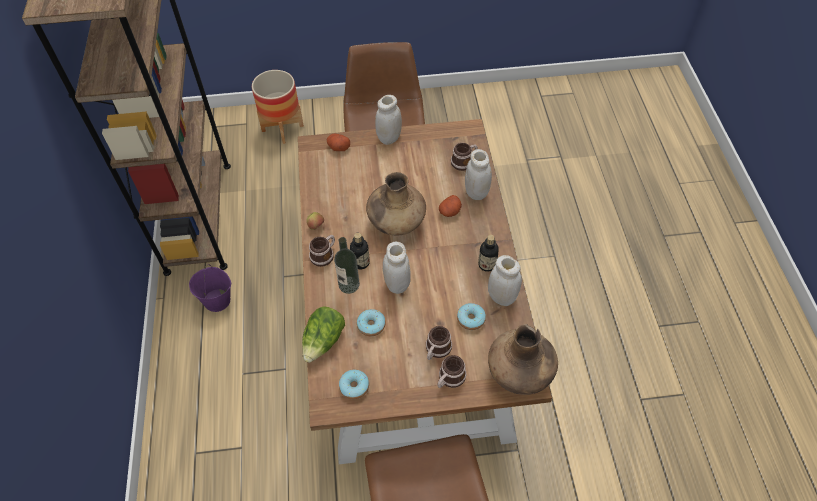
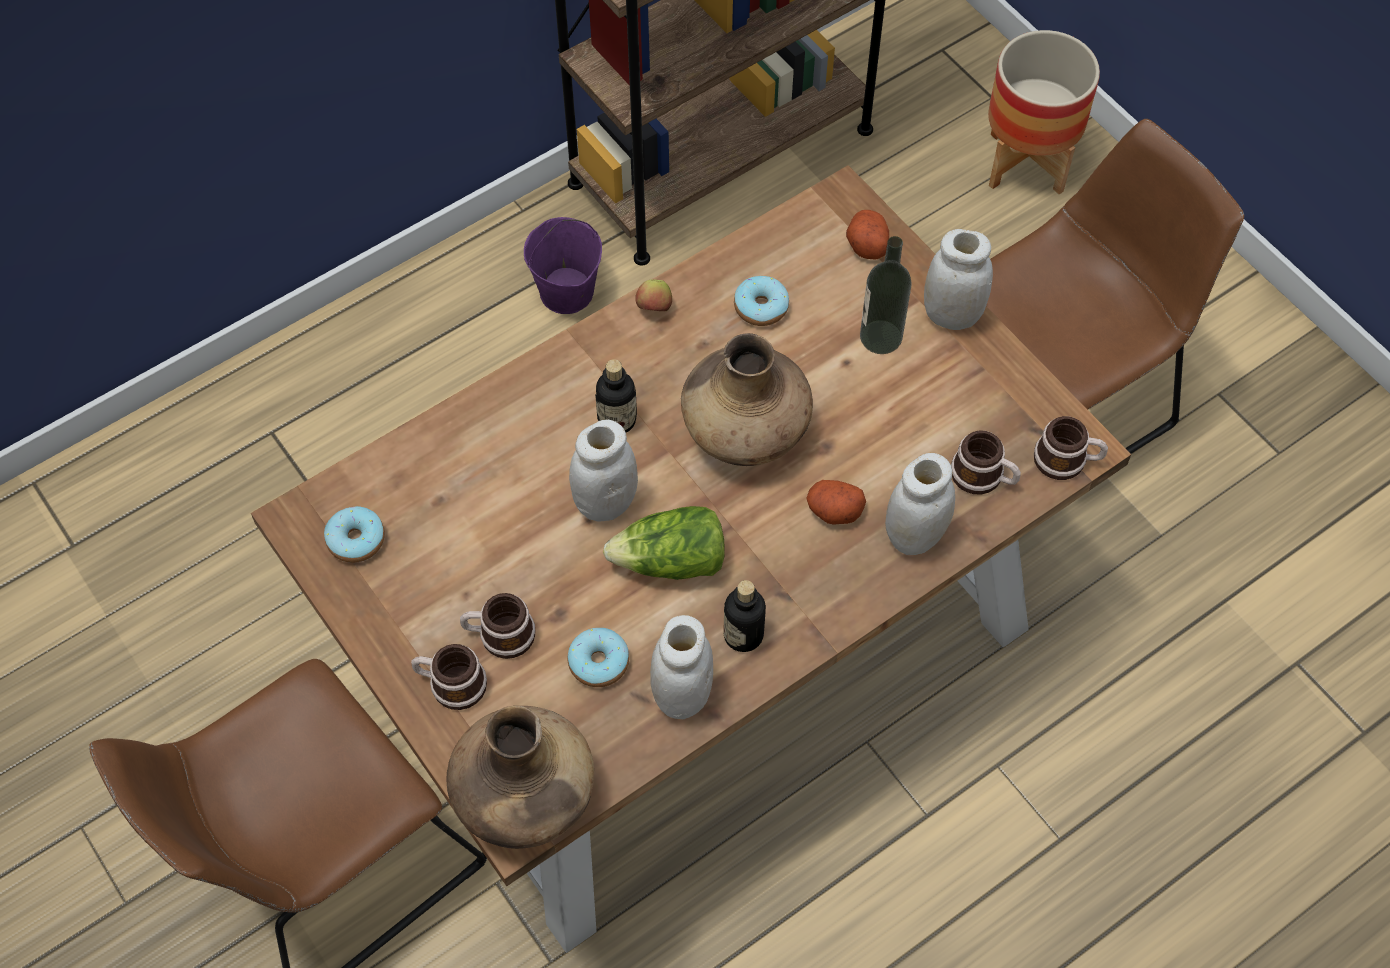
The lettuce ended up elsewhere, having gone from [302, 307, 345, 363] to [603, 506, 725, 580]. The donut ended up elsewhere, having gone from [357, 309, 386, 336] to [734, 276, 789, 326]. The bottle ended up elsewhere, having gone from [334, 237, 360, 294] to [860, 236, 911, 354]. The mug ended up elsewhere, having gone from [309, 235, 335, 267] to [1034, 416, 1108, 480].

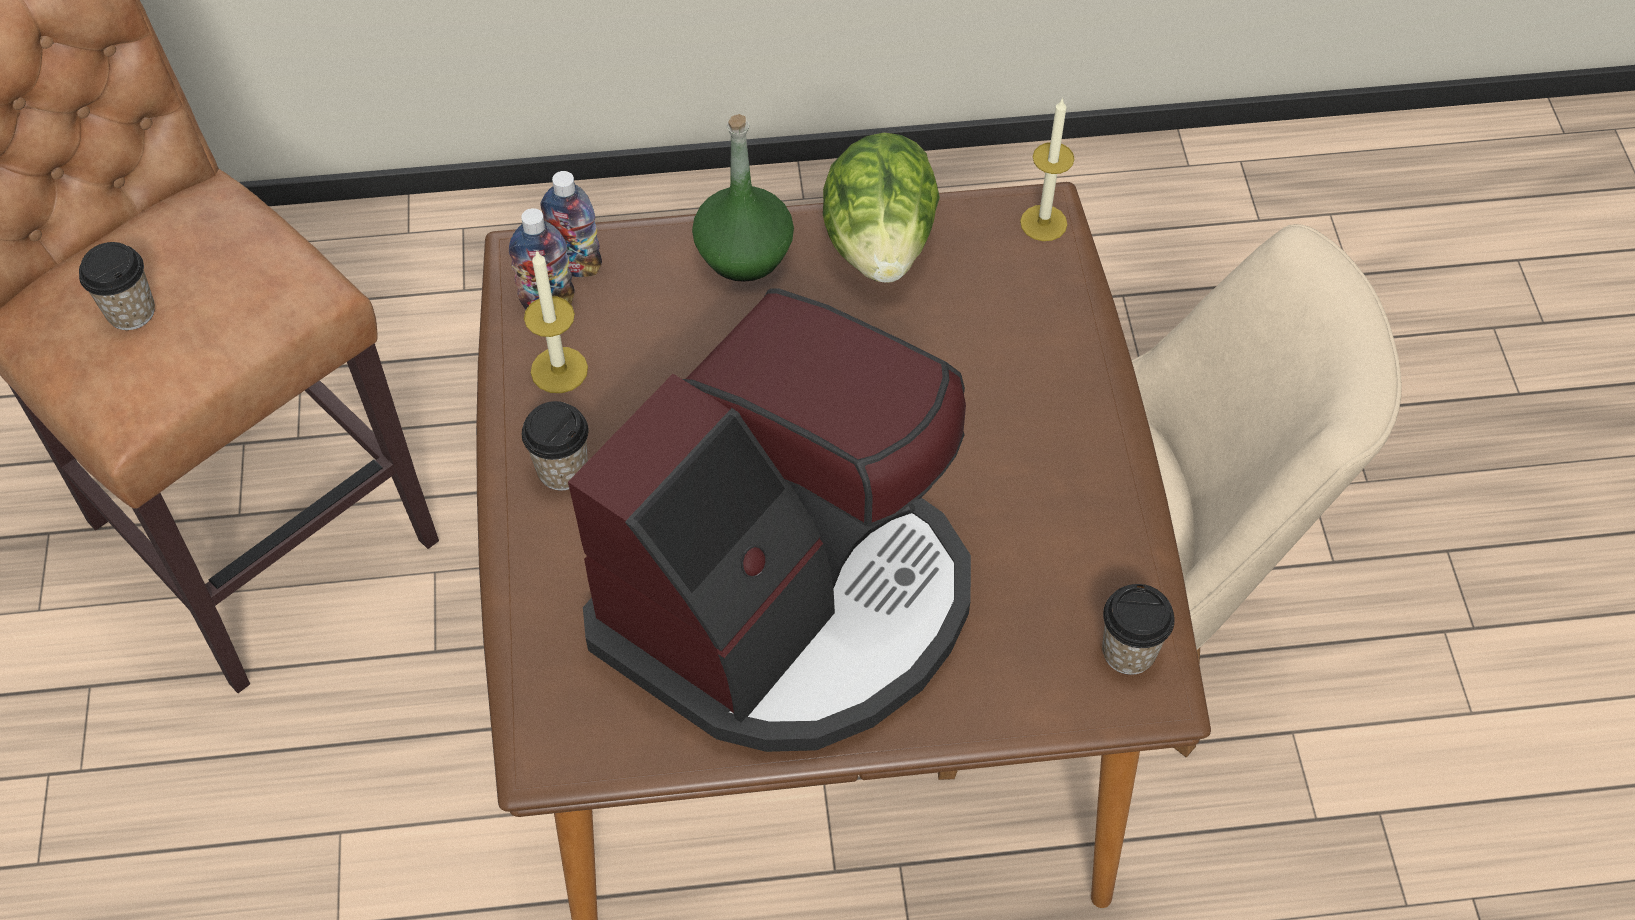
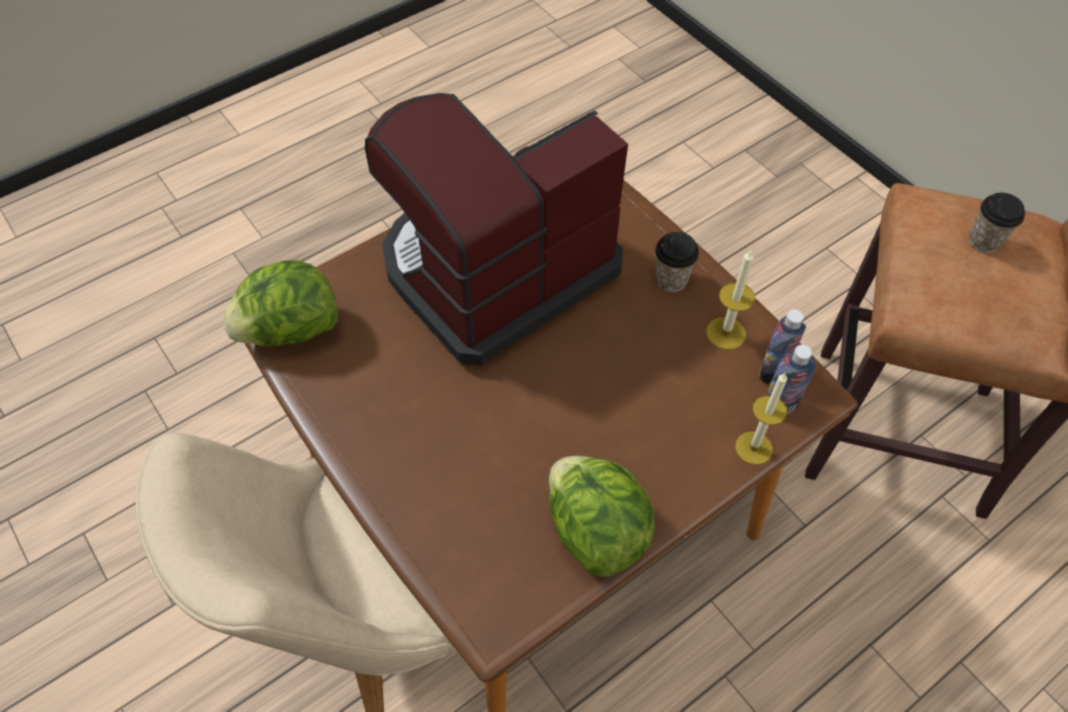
Where the cup stood at [1102, 584, 1175, 675], the lettuce came to stand at [223, 260, 338, 346]. The coffee machine at [568, 289, 971, 752] ended up facing another way, 45 degrees clockwise from before. The candle ended up elsewhere, having gone from [1020, 98, 1074, 241] to [735, 373, 787, 465]. The second view lost the green bottle at [692, 114, 794, 282].

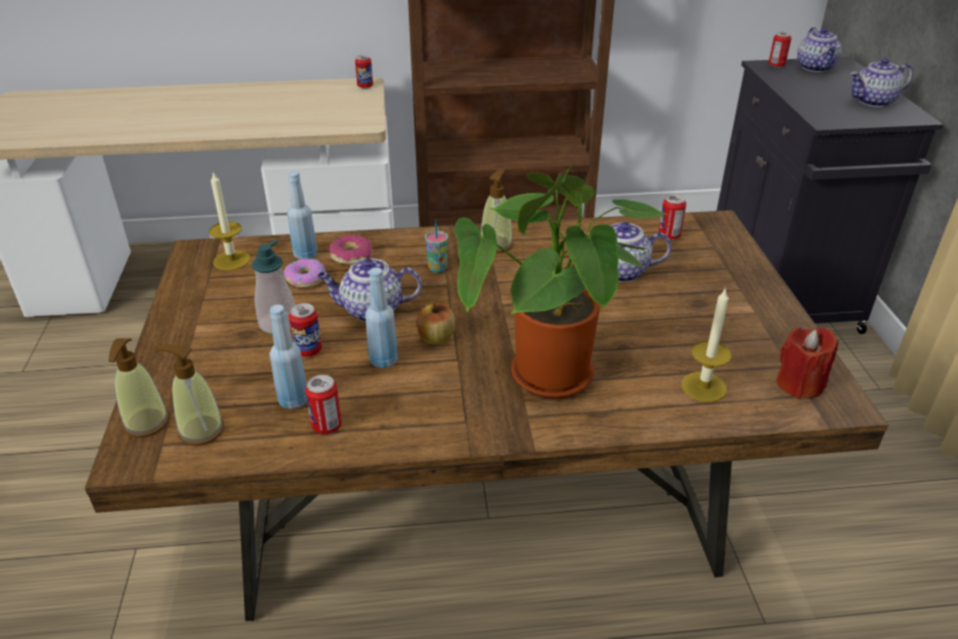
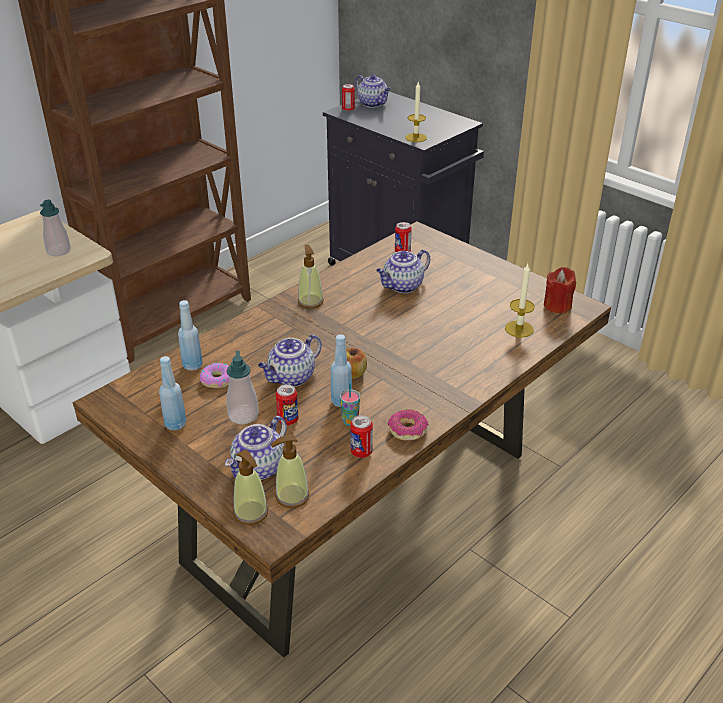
The second view gained the soap dispenser at [40, 200, 71, 256]. The blue bottle ended up elsewhere, having gone from [269, 305, 307, 409] to [159, 356, 187, 430]. The teapot ended up elsewhere, having gone from [850, 58, 913, 107] to [225, 416, 287, 480]. The cup ended up elsewhere, having gone from [425, 220, 448, 273] to [340, 382, 360, 426]. The donut ended up elsewhere, having gone from [329, 235, 372, 265] to [388, 409, 429, 441]. The candle ended up elsewhere, having gone from [209, 172, 250, 271] to [405, 82, 427, 142]. The second view lost the can at [355, 55, 373, 89]. The second view lost the potted plant at [455, 162, 668, 399].

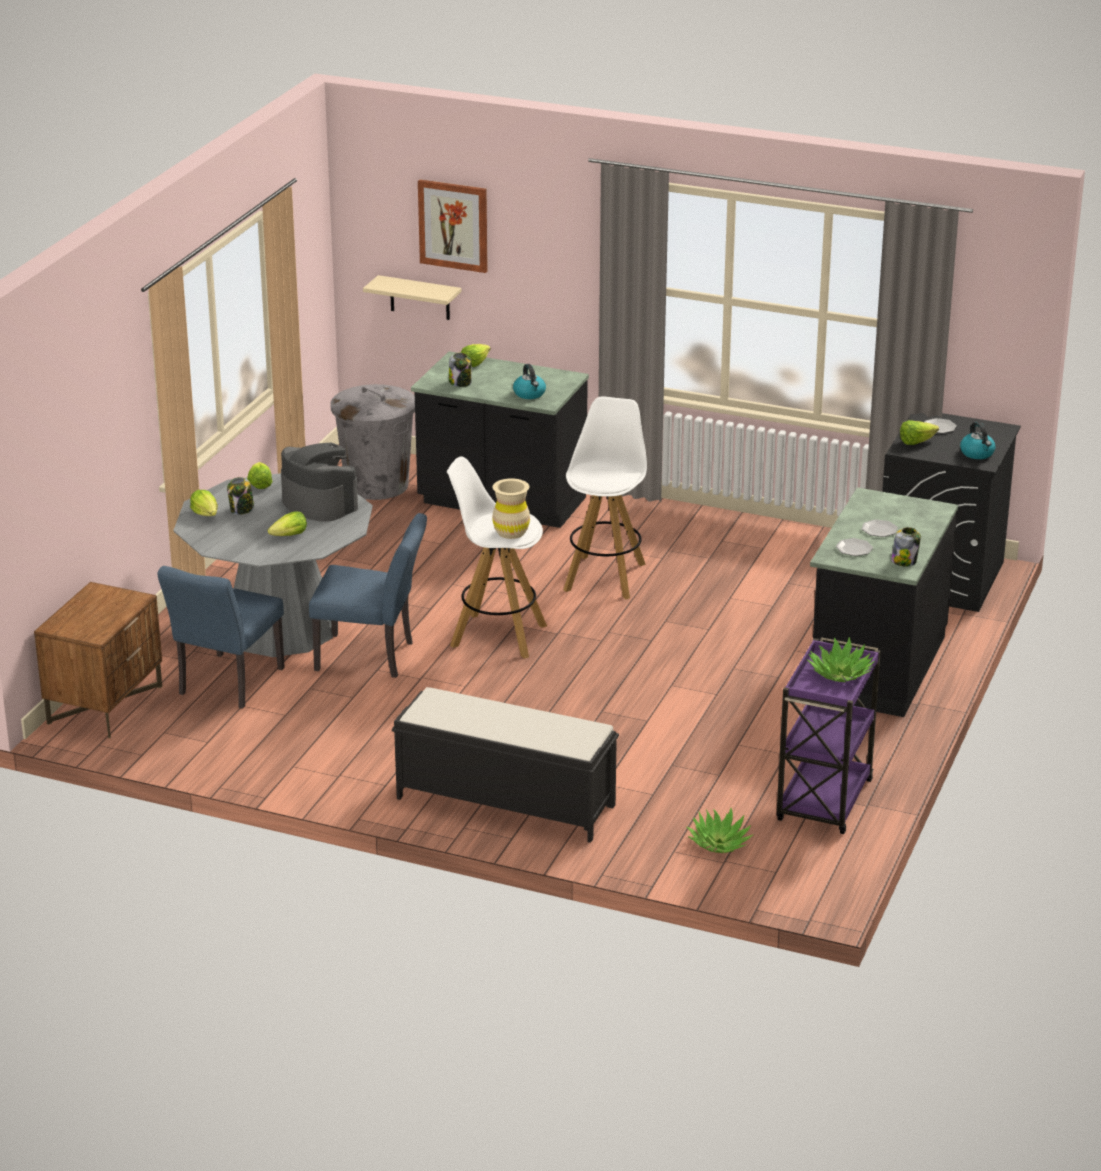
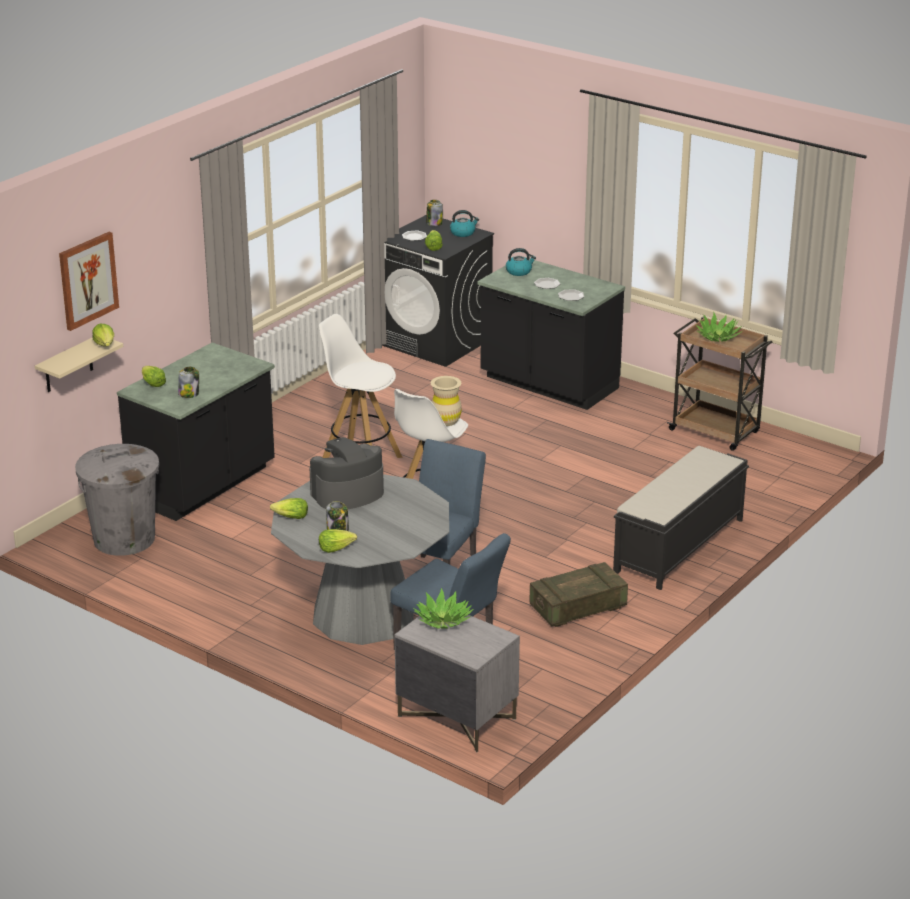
The lettuce ended up elsewhere, having gone from [268, 512, 307, 536] to [92, 324, 114, 347]. What was the brown nightstand at [34, 582, 162, 738] turned into the grey nightstand at [394, 606, 520, 752]. The potted plant ended up elsewhere, having gone from [686, 808, 754, 853] to [413, 588, 474, 629]. The jar ended up elsewhere, having gone from [891, 527, 921, 566] to [426, 200, 443, 226]. The kettle ended up elsewhere, having gone from [513, 364, 546, 399] to [506, 248, 536, 276]. The second view gained the crate at [529, 562, 628, 627]. What was the purple cart at [776, 637, 881, 834] turned into the brown cart at [667, 317, 772, 451].

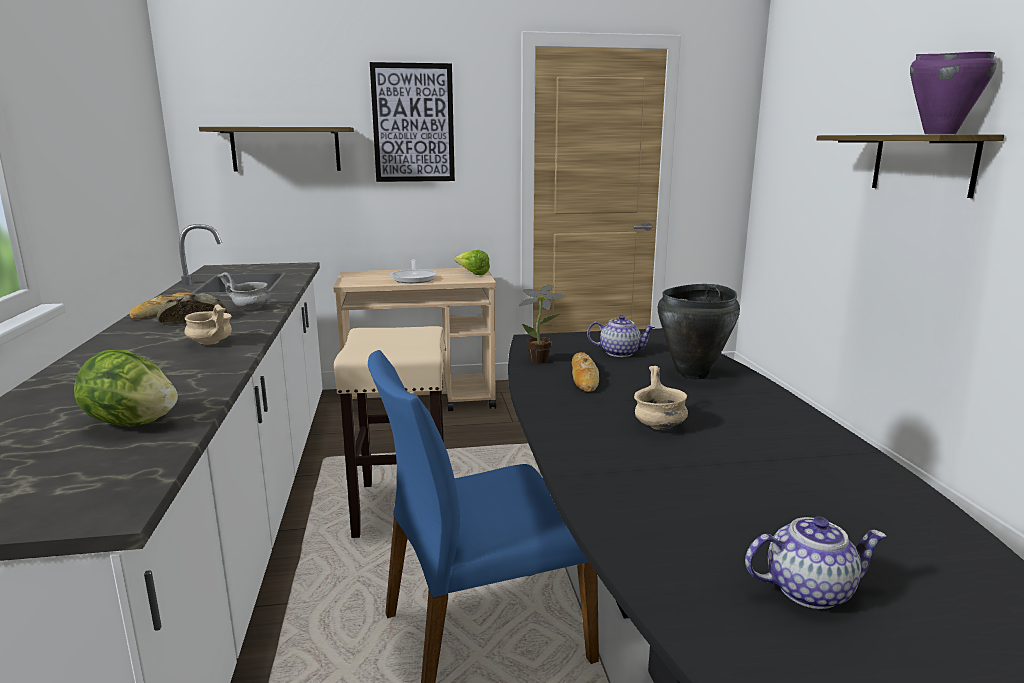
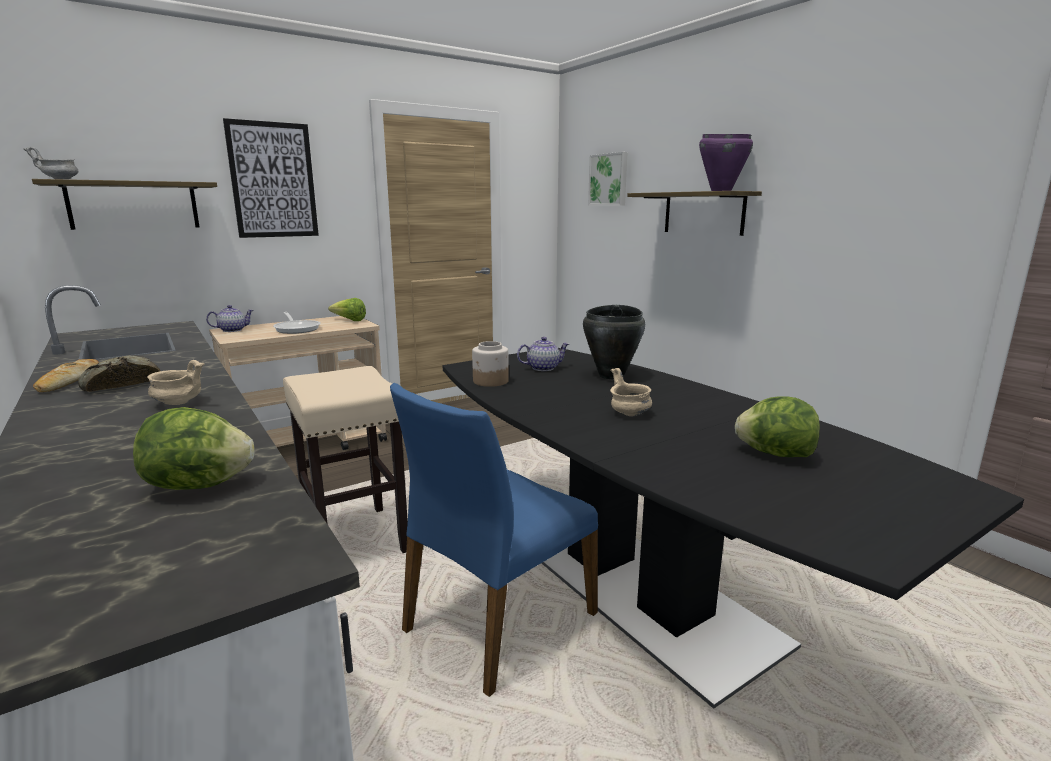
The grey bowl ended up elsewhere, having gone from [218, 272, 270, 310] to [24, 147, 79, 179]. The teapot ended up elsewhere, having gone from [745, 516, 887, 609] to [206, 305, 254, 332]. Where the potted plant stood at [519, 284, 566, 364], the jar came to stand at [472, 341, 509, 387]. The second view gained the picture at [588, 152, 628, 206]. The second view gained the lettuce at [735, 396, 820, 457]. The second view lost the bread at [572, 352, 599, 392].

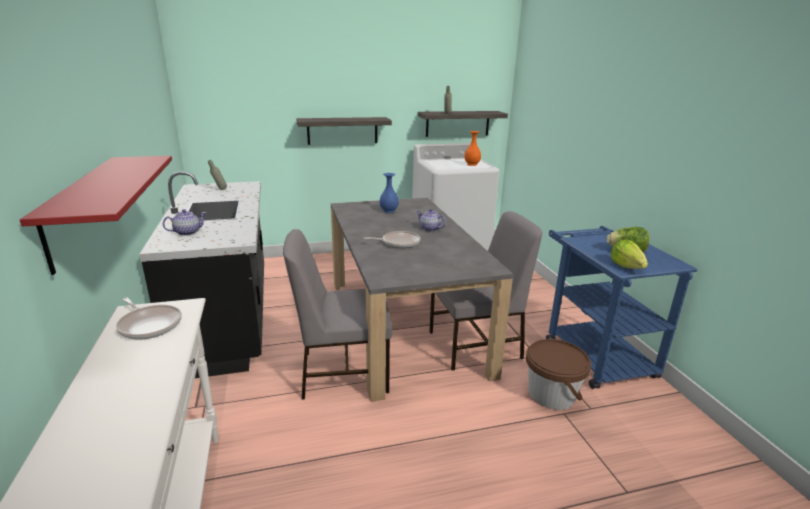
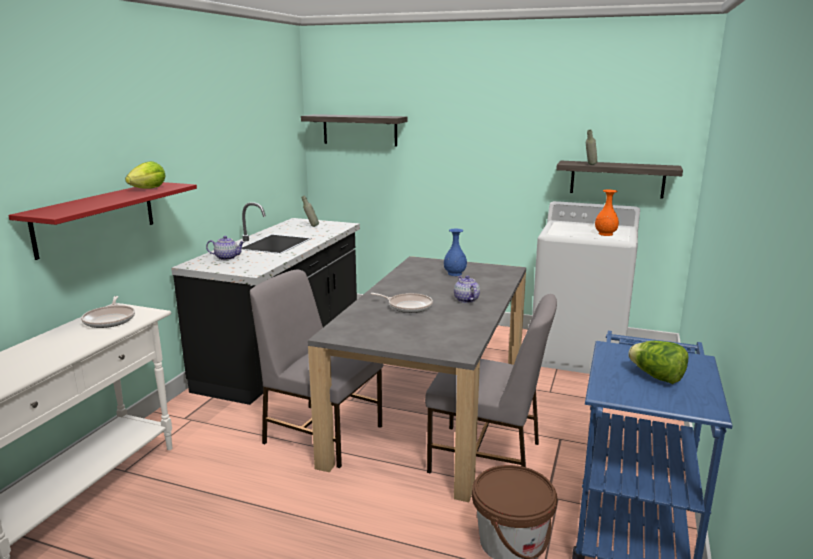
The lettuce ended up elsewhere, having gone from [610, 239, 648, 269] to [125, 161, 166, 189]. The shelf ended up elsewhere, having gone from [296, 117, 392, 145] to [301, 114, 408, 147].

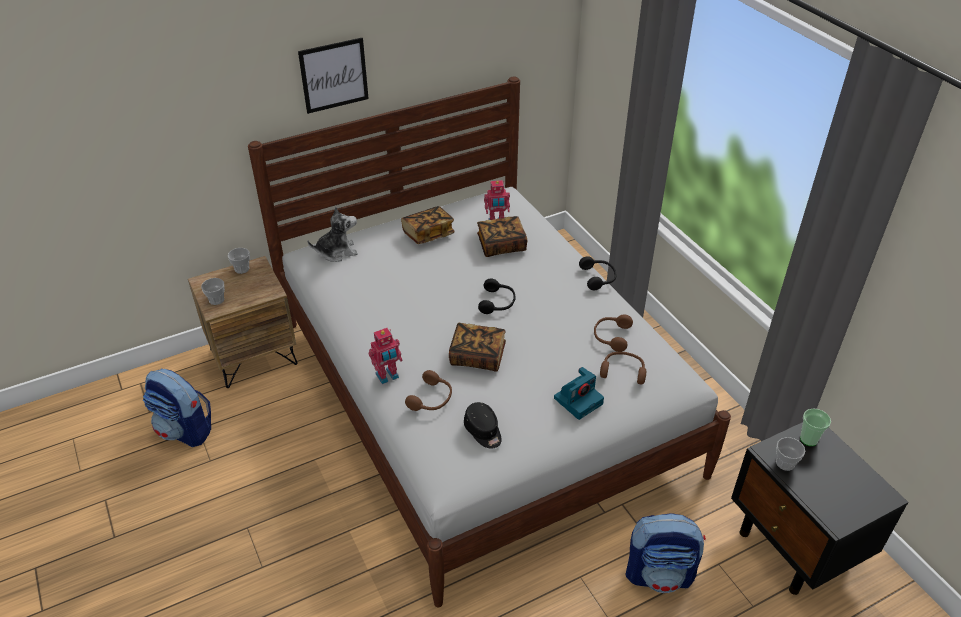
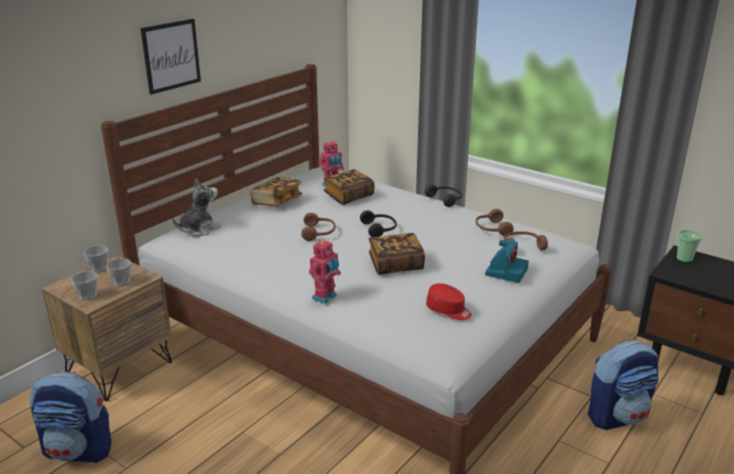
The cup ended up elsewhere, having gone from [776, 437, 805, 471] to [106, 258, 131, 286]. The brown headphones ended up elsewhere, having gone from [405, 370, 452, 411] to [301, 213, 336, 241]. What was the black cap at [464, 402, 501, 449] turned into the red cap at [426, 283, 472, 320].

